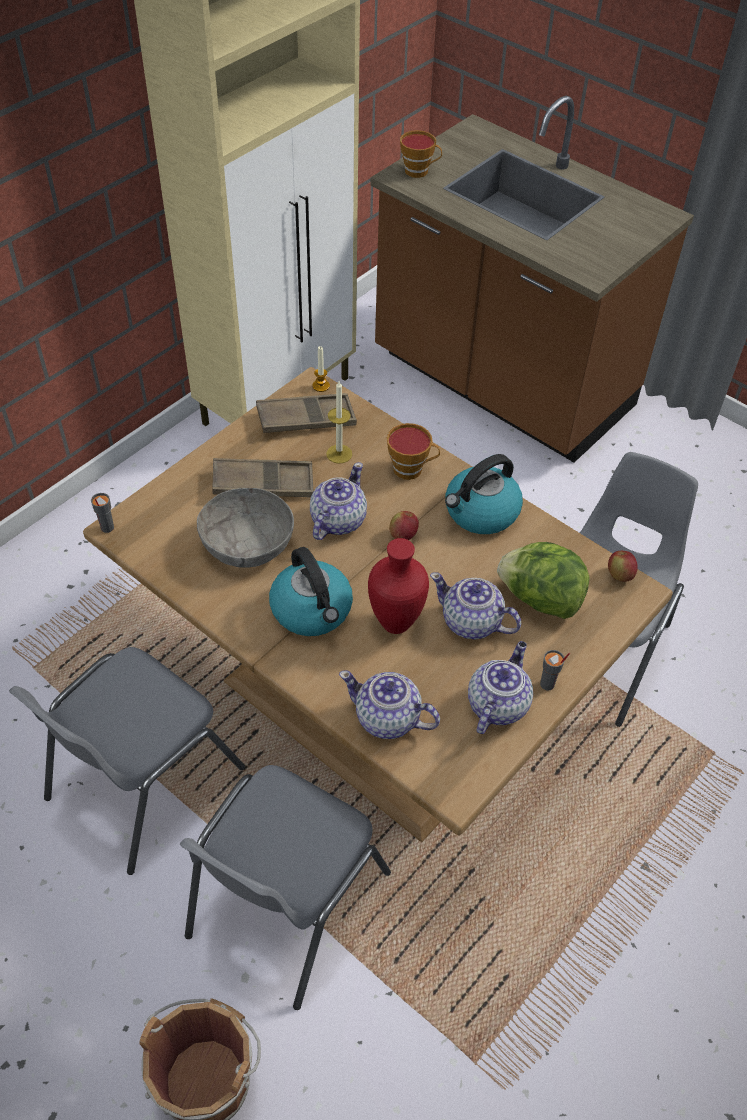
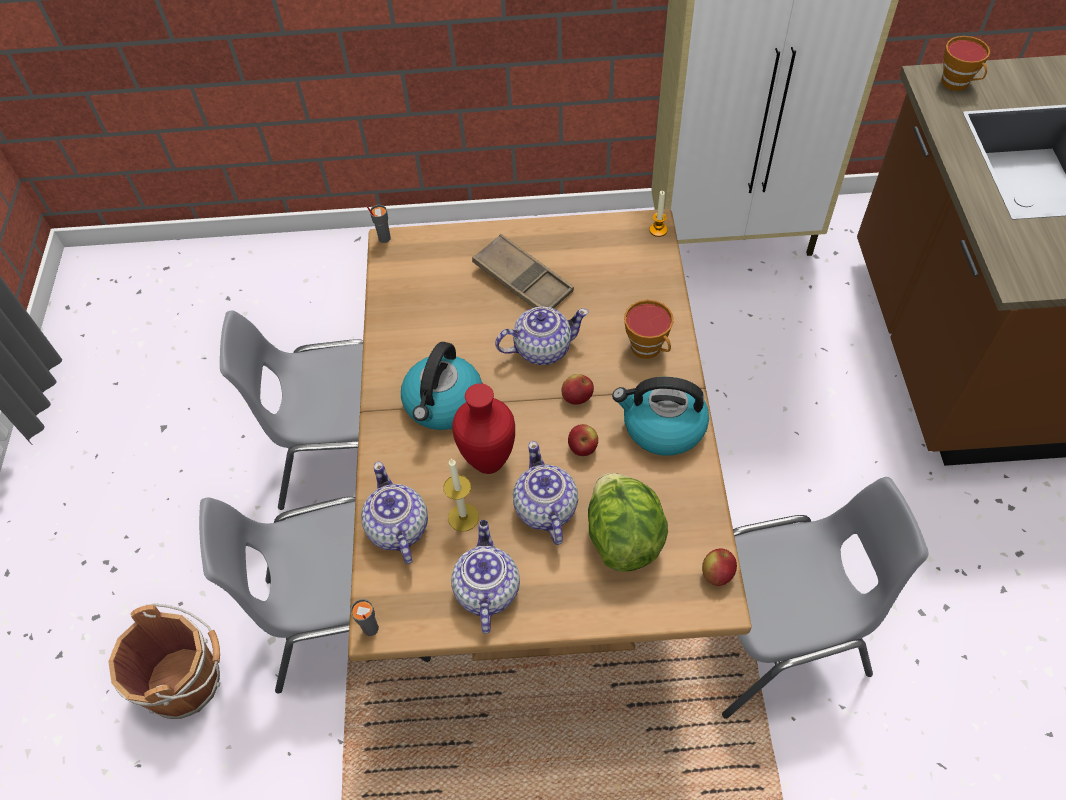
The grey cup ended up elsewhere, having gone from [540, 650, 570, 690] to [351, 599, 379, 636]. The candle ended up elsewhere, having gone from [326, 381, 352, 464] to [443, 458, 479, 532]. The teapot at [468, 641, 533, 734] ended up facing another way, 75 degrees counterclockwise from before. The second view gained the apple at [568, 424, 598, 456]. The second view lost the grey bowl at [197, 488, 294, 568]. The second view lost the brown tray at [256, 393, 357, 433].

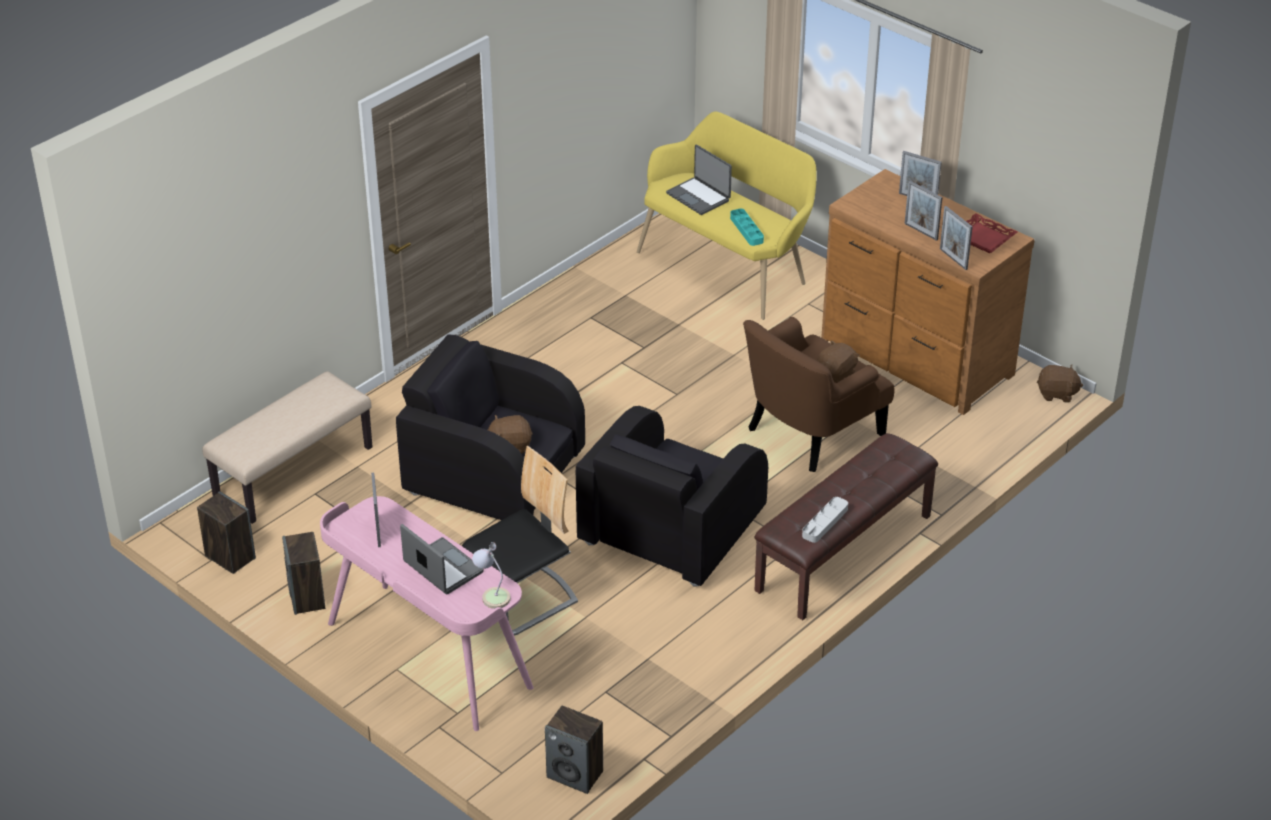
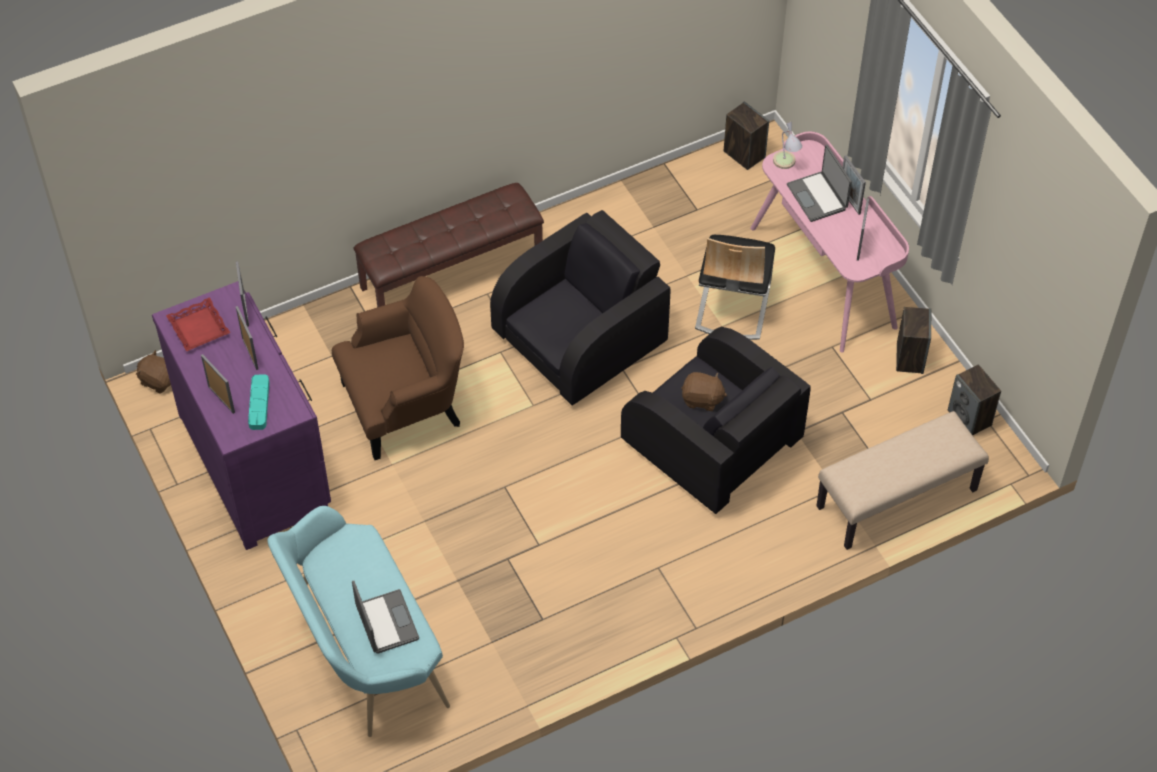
What was the brown dresser at [821, 169, 1035, 415] turned into the purple dresser at [152, 281, 331, 550]. The turquoise tray ended up elsewhere, having gone from [730, 209, 764, 246] to [248, 375, 270, 430]. What was the yellow bench at [637, 112, 817, 320] turned into the turquoise bench at [268, 506, 450, 737]. The chair at [462, 446, 578, 636] ended up facing another way, 60 degrees counterclockwise from before. The second view gained the picture frame at [842, 155, 866, 215]. The second view lost the grey tray at [802, 497, 848, 543]. The second view lost the brown plush toy at [817, 341, 860, 383].

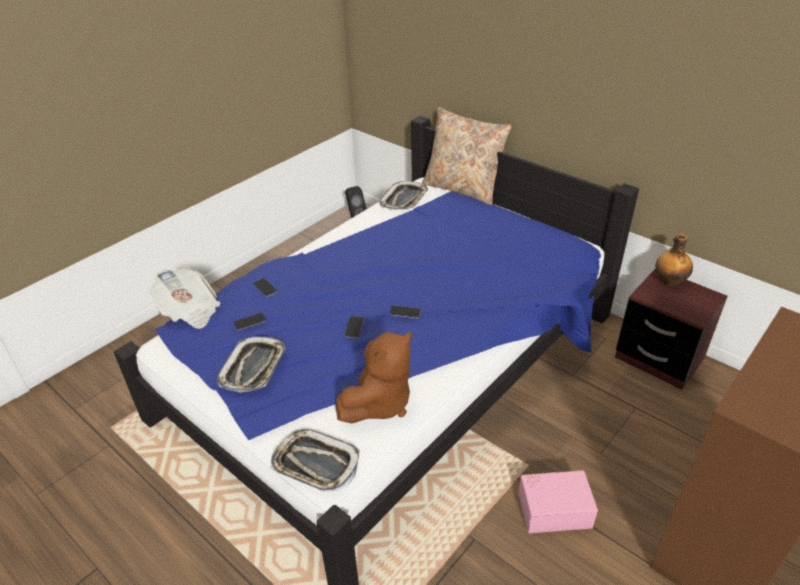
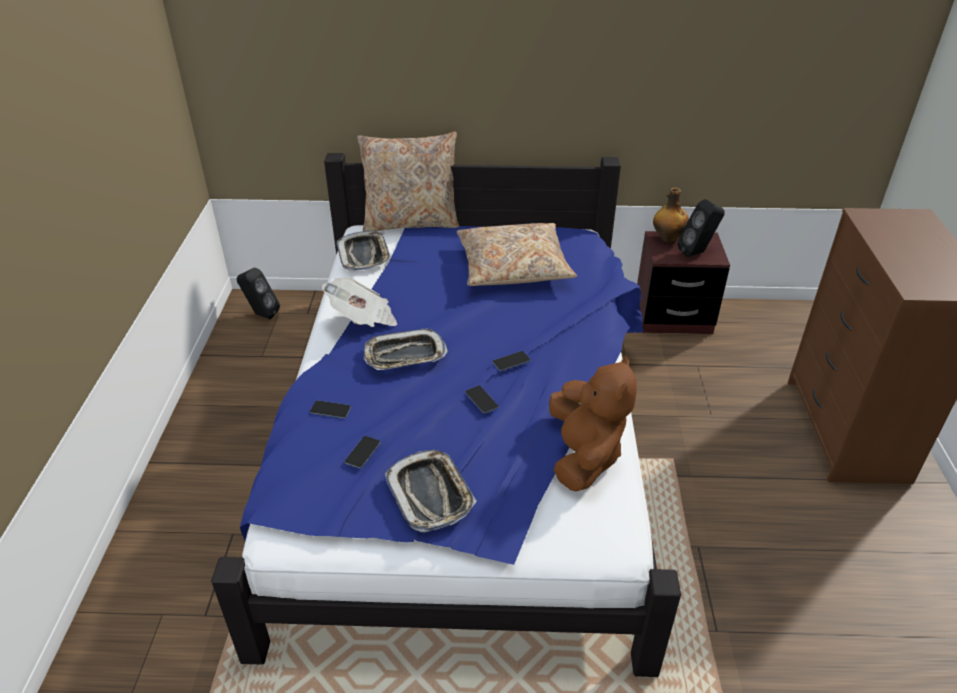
The newspaper ended up elsewhere, having gone from [149, 269, 221, 329] to [322, 278, 397, 327]. The tray ended up elsewhere, having gone from [271, 429, 360, 491] to [364, 329, 448, 370]. The second view gained the beige pillow at [456, 223, 577, 286]. The second view gained the black speaker at [678, 199, 725, 257]. The second view lost the pink storage box at [518, 470, 598, 533].

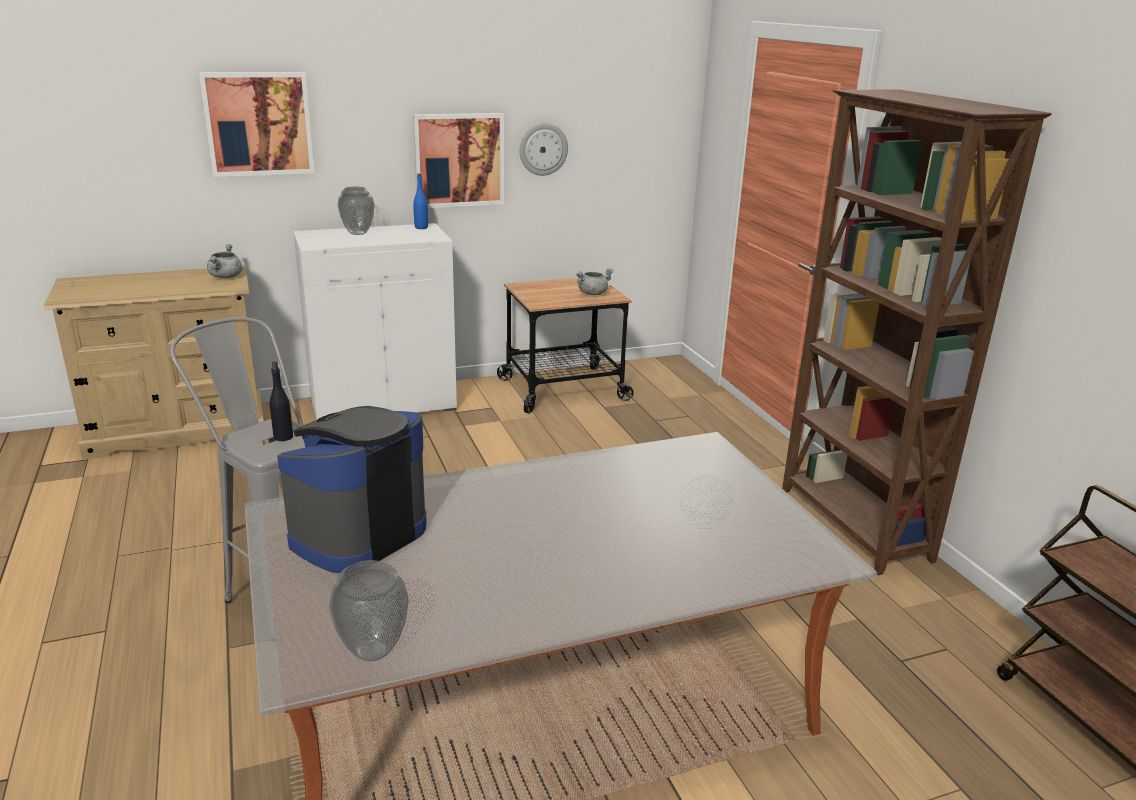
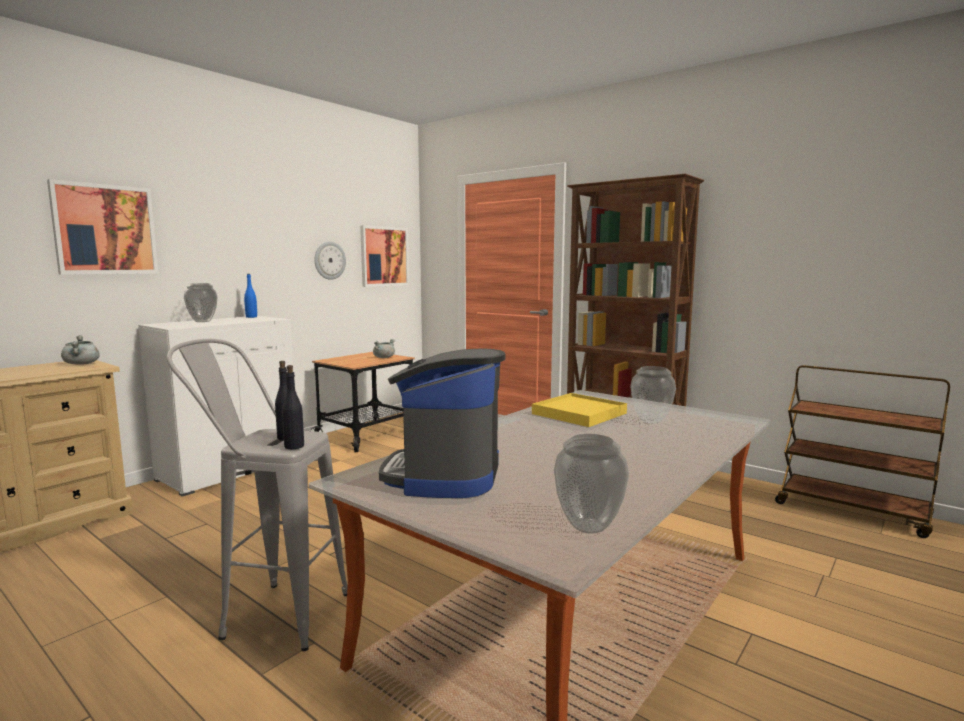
The second view gained the black bottle at [282, 365, 304, 449]. The picture ended up elsewhere, having gone from [413, 113, 504, 208] to [360, 225, 409, 287]. The second view gained the yellow tray at [532, 393, 627, 427].

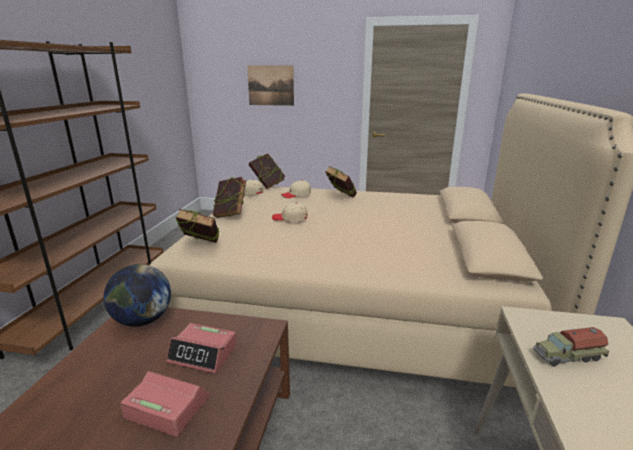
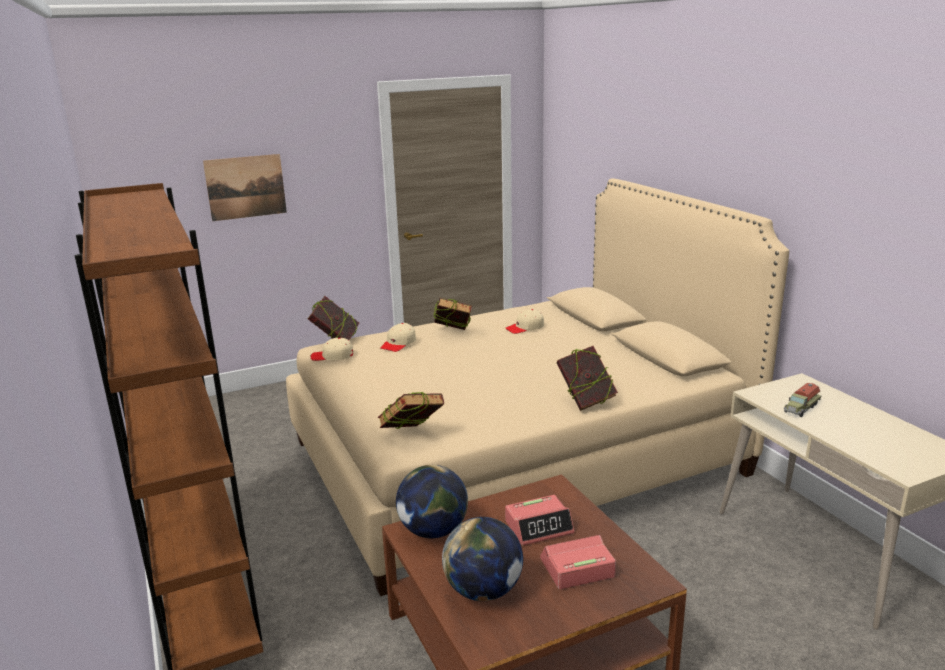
The second view gained the globe at [442, 517, 523, 601]. The beige cap ended up elsewhere, having gone from [272, 203, 307, 221] to [506, 309, 544, 334]. The book ended up elsewhere, having gone from [213, 177, 246, 218] to [557, 346, 618, 411].

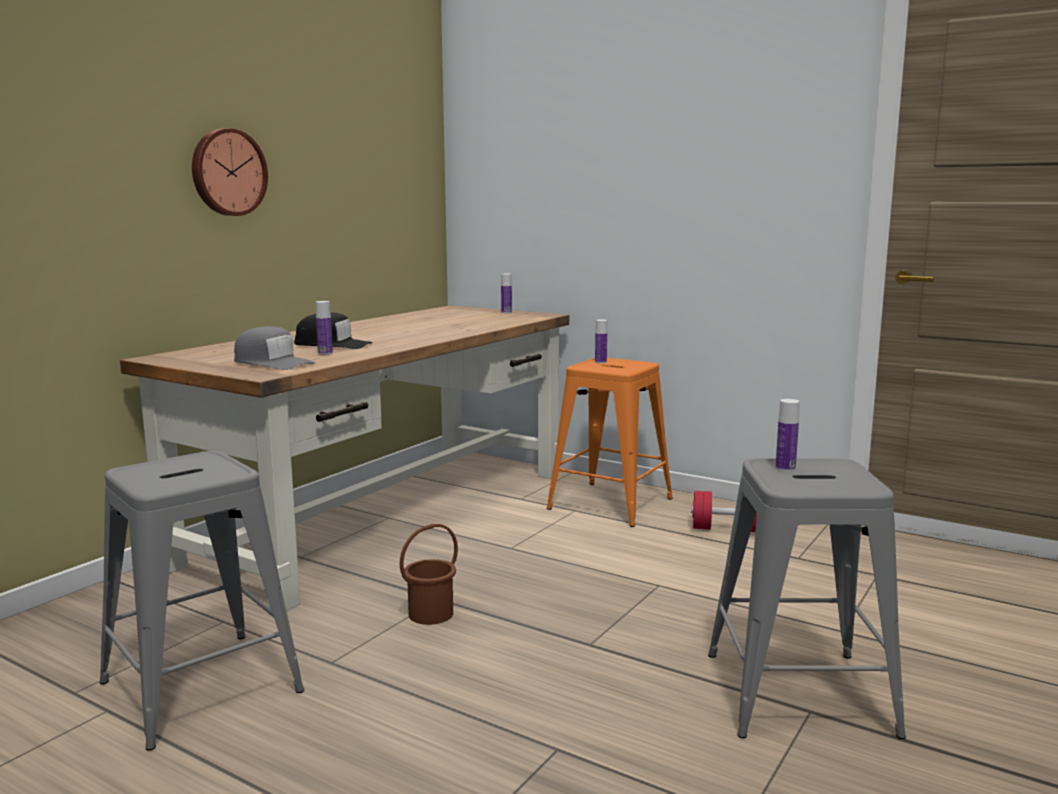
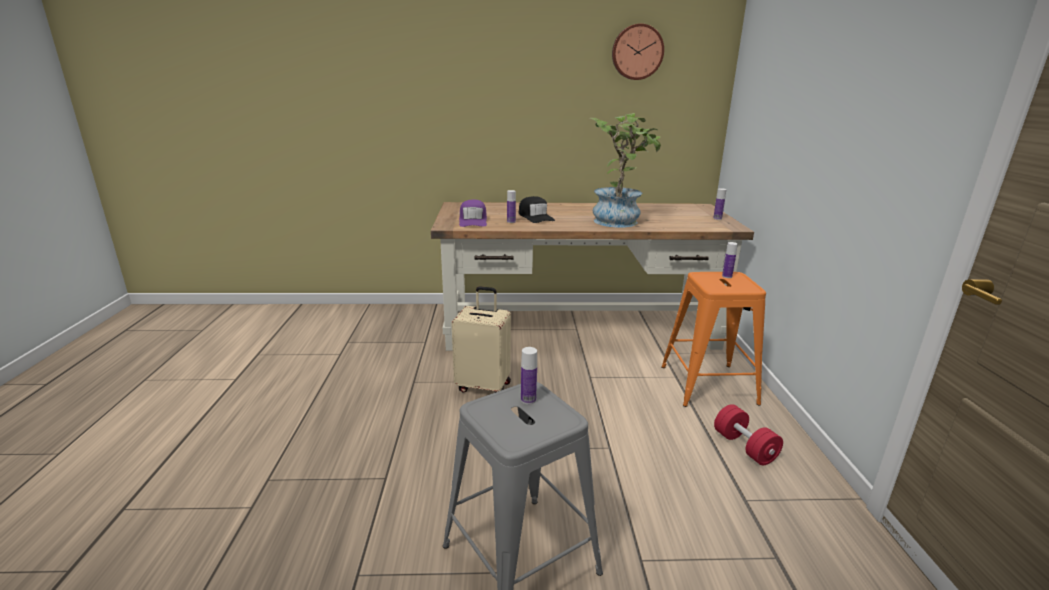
Where the brown bucket stood at [400, 524, 458, 625], the beige suitcase came to stand at [451, 286, 511, 393]. What was the grey cap at [234, 326, 316, 370] turned into the purple cap at [459, 200, 487, 227]. The second view gained the potted plant at [591, 113, 661, 227]. The wall clock ended up elsewhere, having gone from [192, 128, 268, 216] to [612, 24, 664, 80]. The second view lost the grey stool at [99, 451, 304, 751].

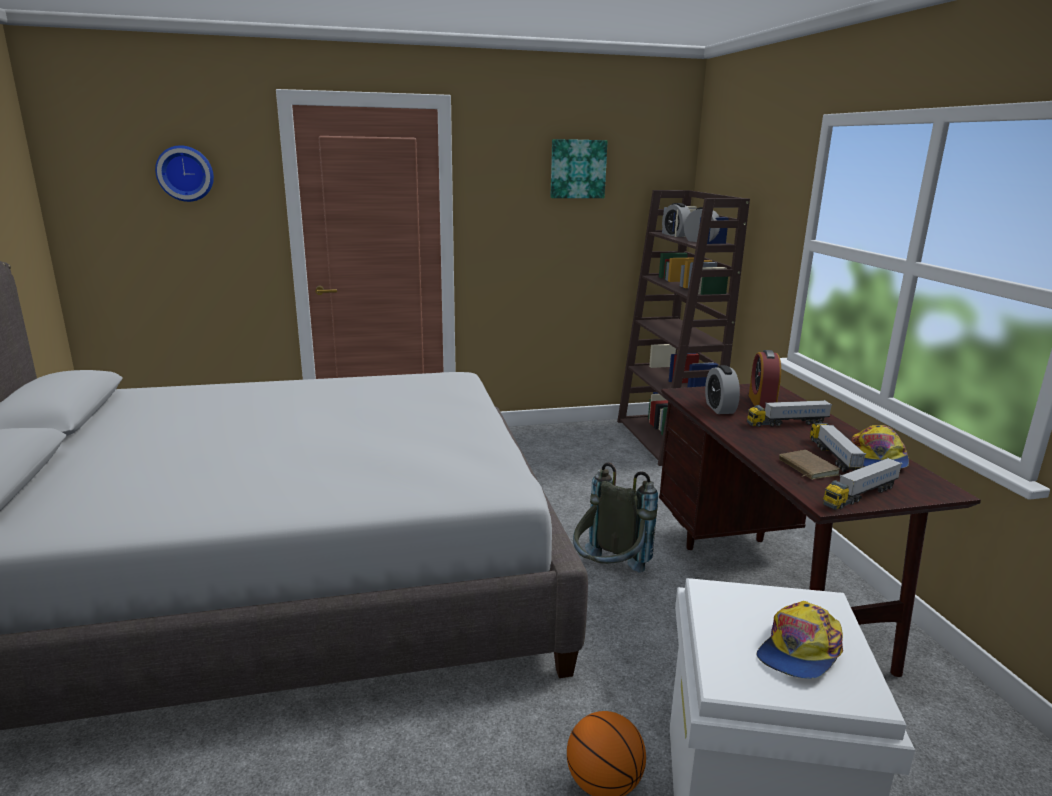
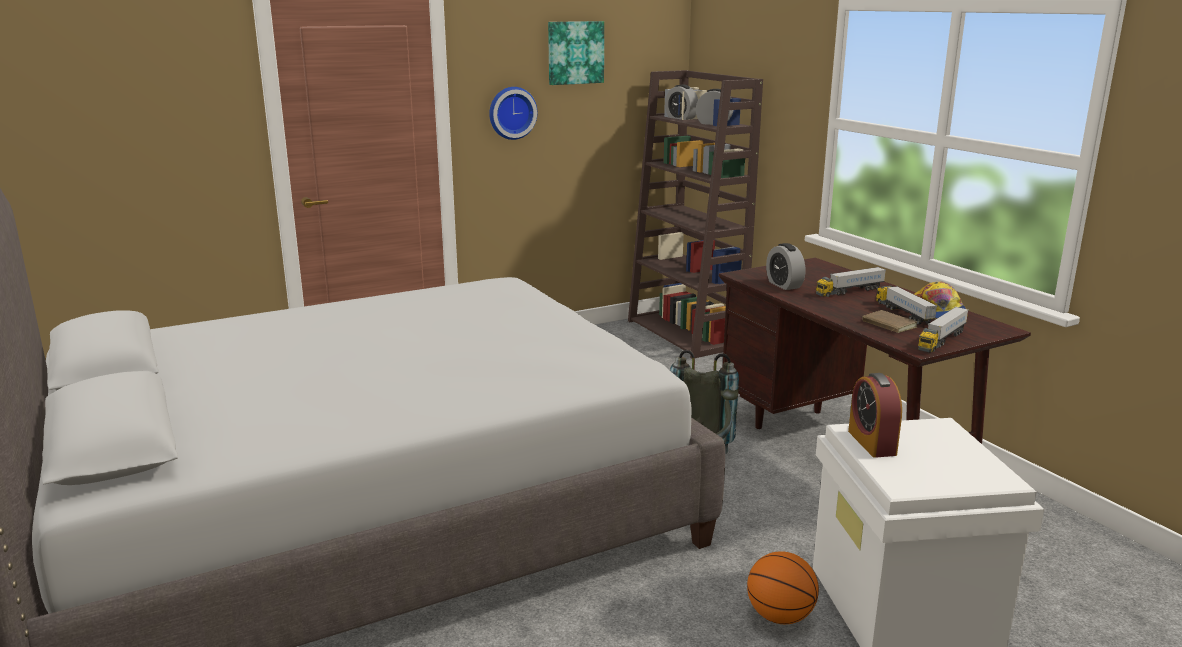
The wall clock ended up elsewhere, having gone from [155, 145, 214, 202] to [489, 87, 537, 140]. The alarm clock ended up elsewhere, having gone from [749, 350, 781, 409] to [848, 373, 902, 458]. The second view lost the cap at [757, 601, 843, 679].

